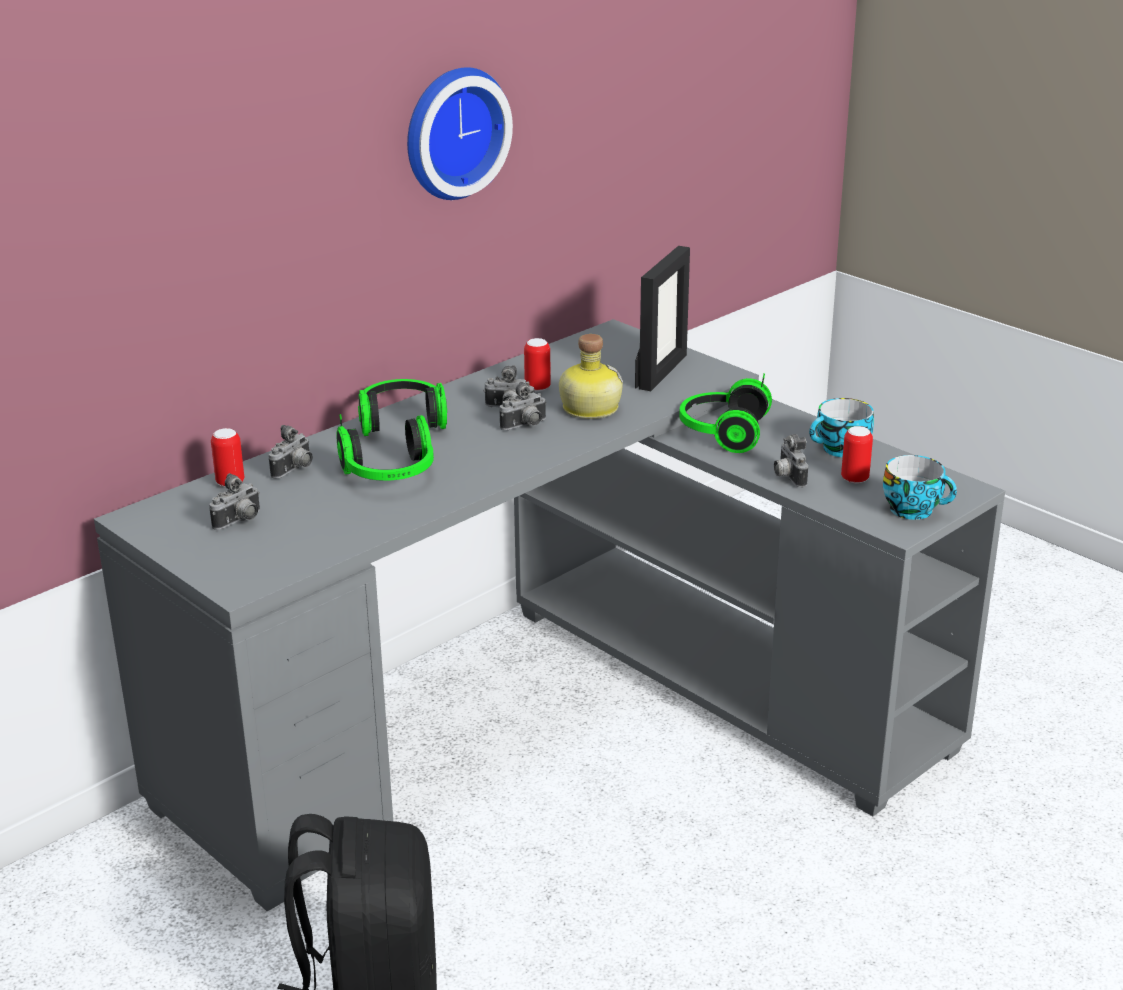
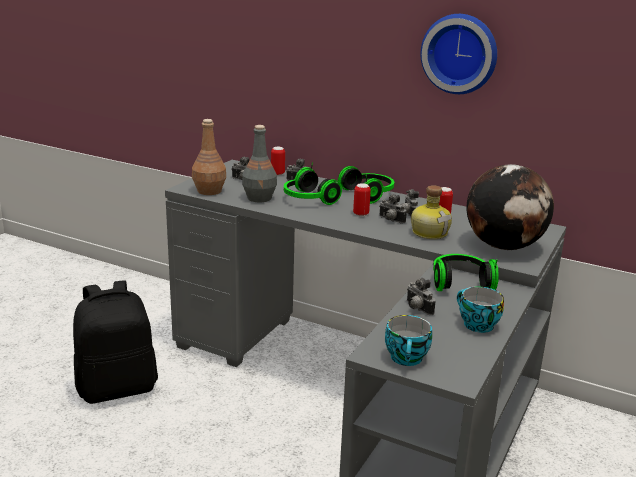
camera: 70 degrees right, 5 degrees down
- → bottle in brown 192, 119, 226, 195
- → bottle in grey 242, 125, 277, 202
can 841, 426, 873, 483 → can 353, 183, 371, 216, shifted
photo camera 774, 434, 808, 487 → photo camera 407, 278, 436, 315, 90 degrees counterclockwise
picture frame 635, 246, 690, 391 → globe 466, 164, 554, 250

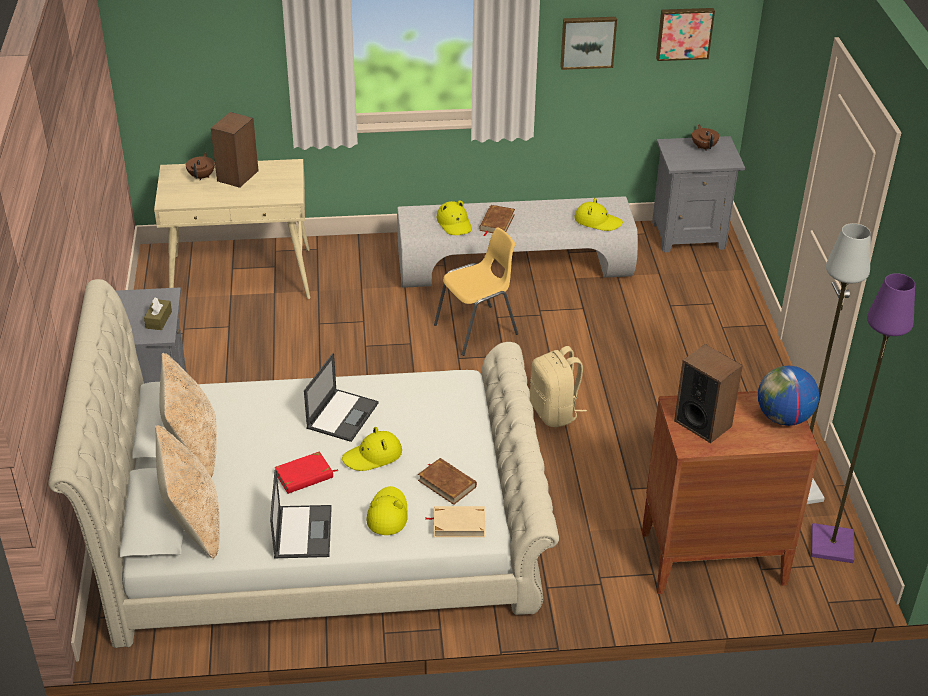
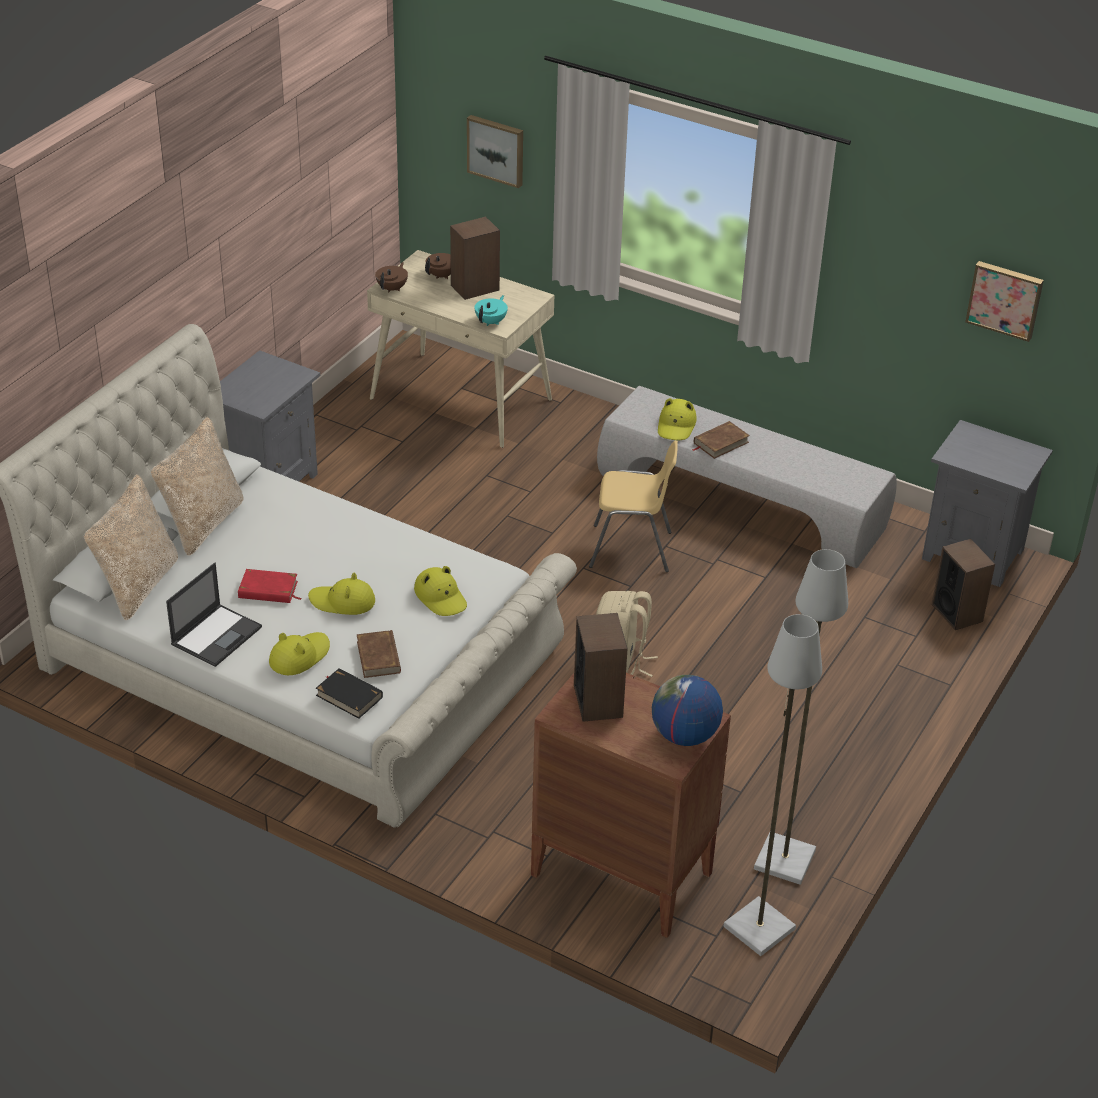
camera: 35 degrees right, 0 degrees up
book in beige 425, 506, 485, 537 → book in black 315, 668, 383, 719
teapot in brown 692, 124, 719, 150 → teapot in brown 375, 262, 408, 293, shifted
hat in yellow 574, 198, 623, 231 → hat in yellow 414, 566, 467, 616, shifted
picture 560, 17, 617, 70 → picture 467, 115, 523, 188, shifted
- → teapot in turquoise 474, 295, 508, 326
floor lamp in purple 811, 273, 915, 563 → floor lamp in grey 724, 614, 822, 956
- → speaker 932, 539, 995, 630
tissue box in brown 144, 297, 172, 330 → -
laptop 304, 353, 378, 442 → -

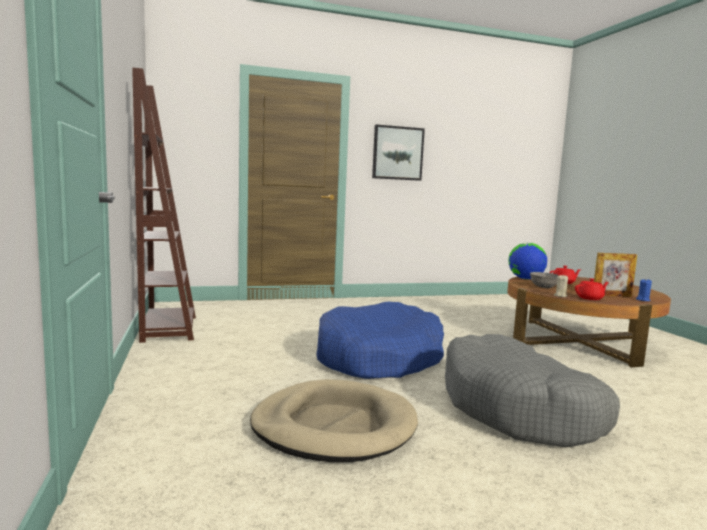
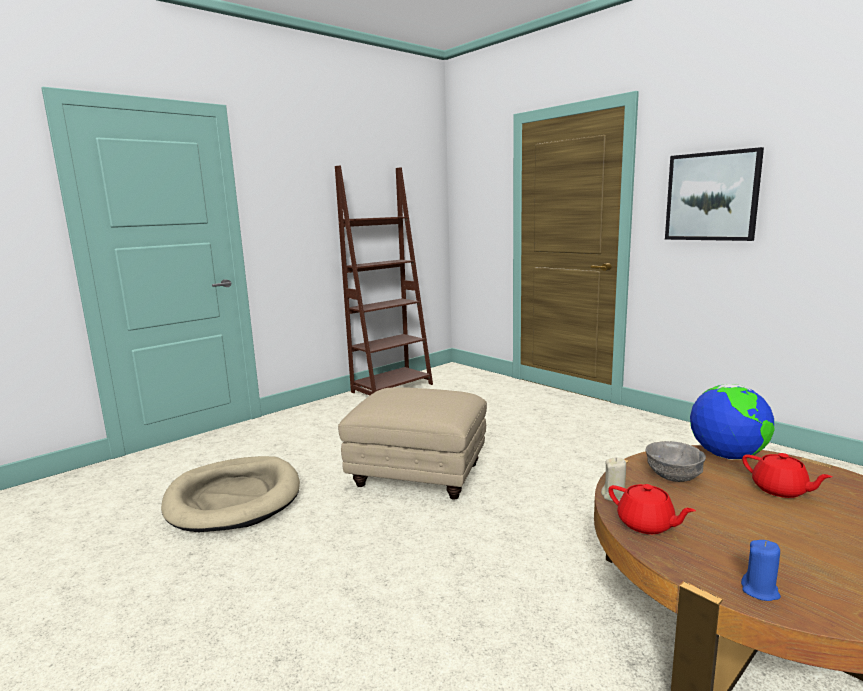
camera: 65 degrees right, 5 degrees up
dog bed in blue 316, 301, 444, 379 → ottoman in beige 338, 387, 487, 500
dog bed in grey 445, 334, 620, 447 → -
picture frame 594, 253, 637, 297 → -

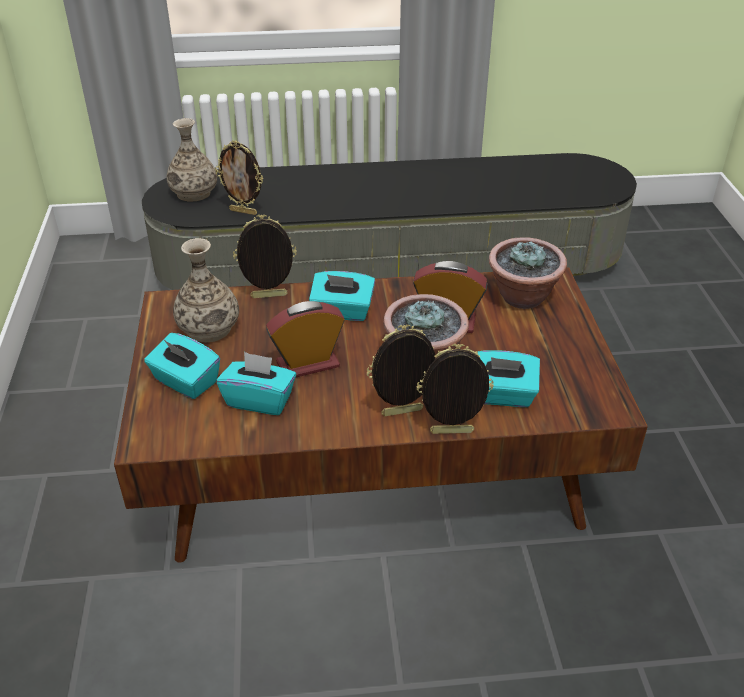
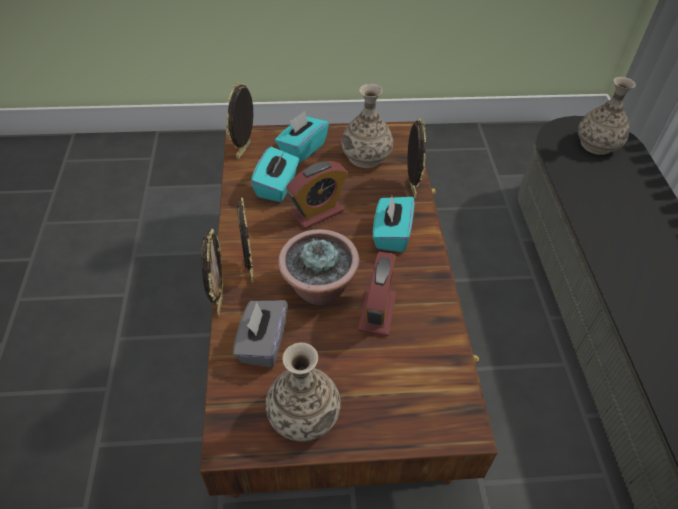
camera: 90 degrees right, 10 degrees up
picture frame 215, 141, 263, 215 → picture frame 226, 83, 253, 159, shifted
tissue box in turquoise 478, 350, 540, 407 → tissue box in grey 233, 300, 288, 368
- → vase 265, 343, 341, 442
alarm clock 266, 301, 345, 378 → alarm clock 286, 161, 348, 229, 75 degrees clockwise
potted plant 489, 237, 567, 309 → -

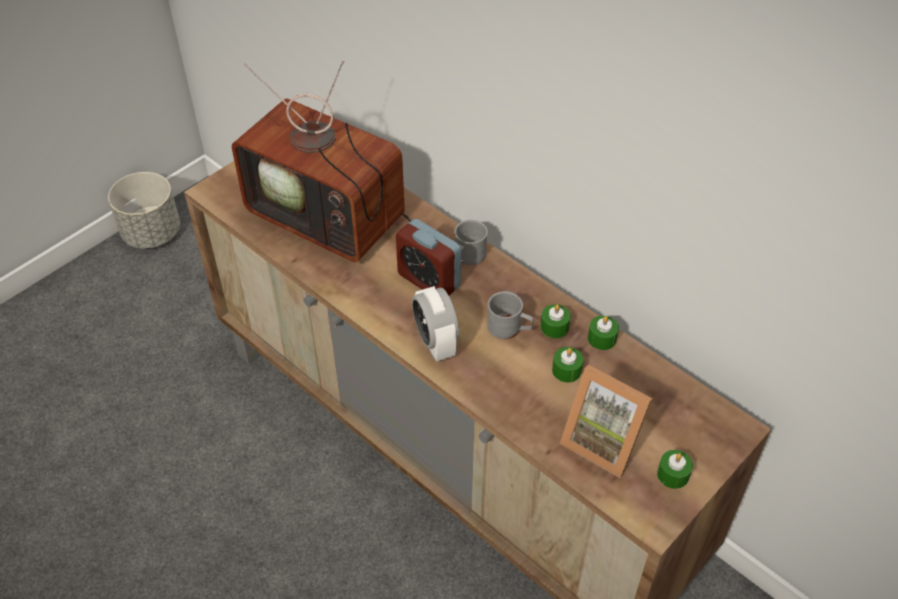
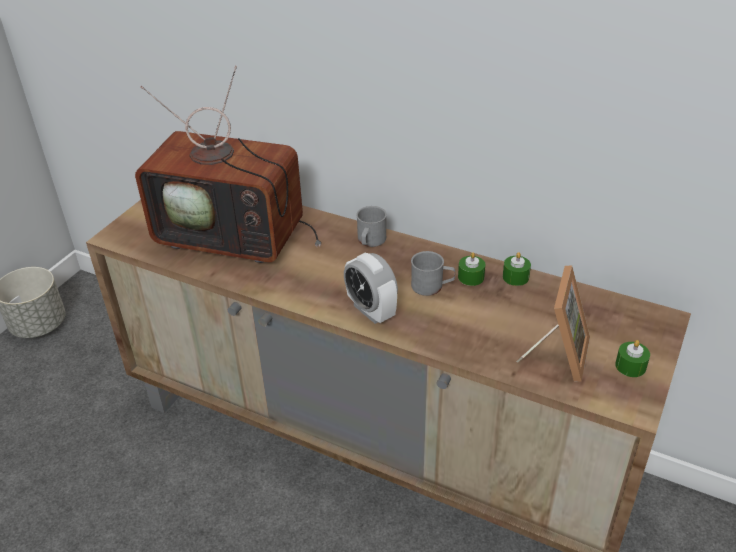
camera: 15 degrees left, 10 degrees down
picture frame 560, 364, 653, 478 → picture frame 516, 265, 590, 382, 90 degrees counterclockwise
alarm clock 396, 219, 461, 295 → -
candle in green 552, 347, 583, 382 → -

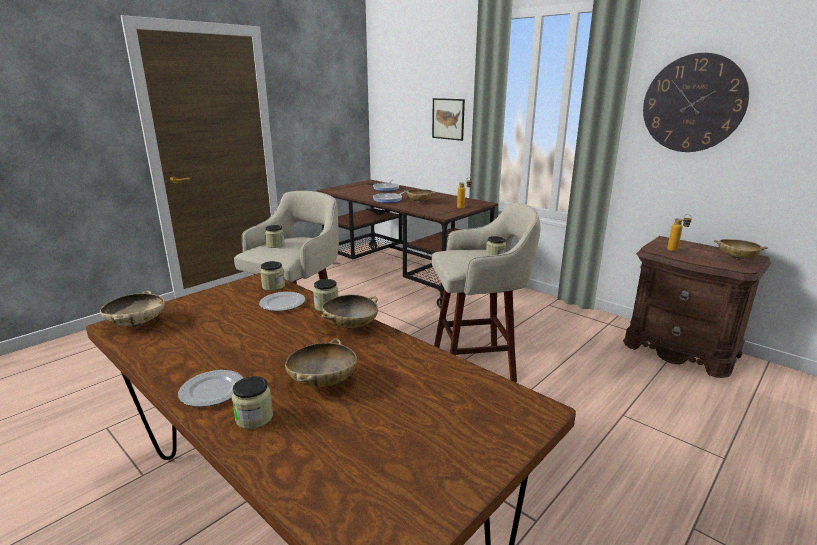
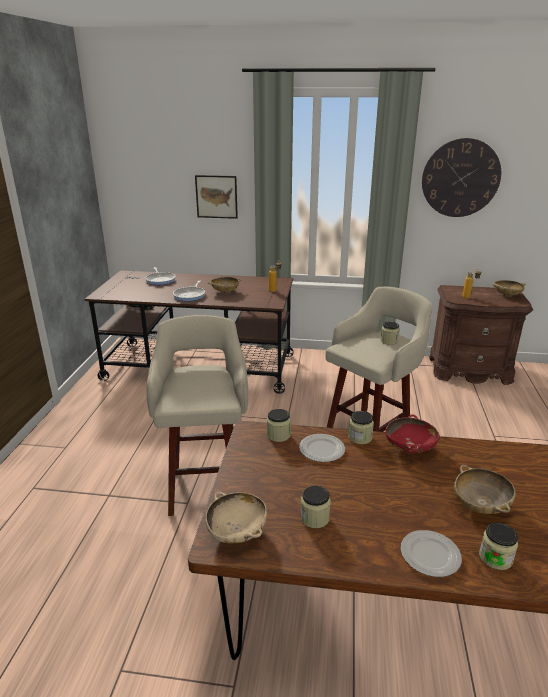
camera: 35 degrees left, 5 degrees up
jar 265, 225, 285, 248 → jar 300, 485, 331, 528, shifted
bowl in beige 321, 295, 378, 329 → bowl in red 385, 414, 440, 453

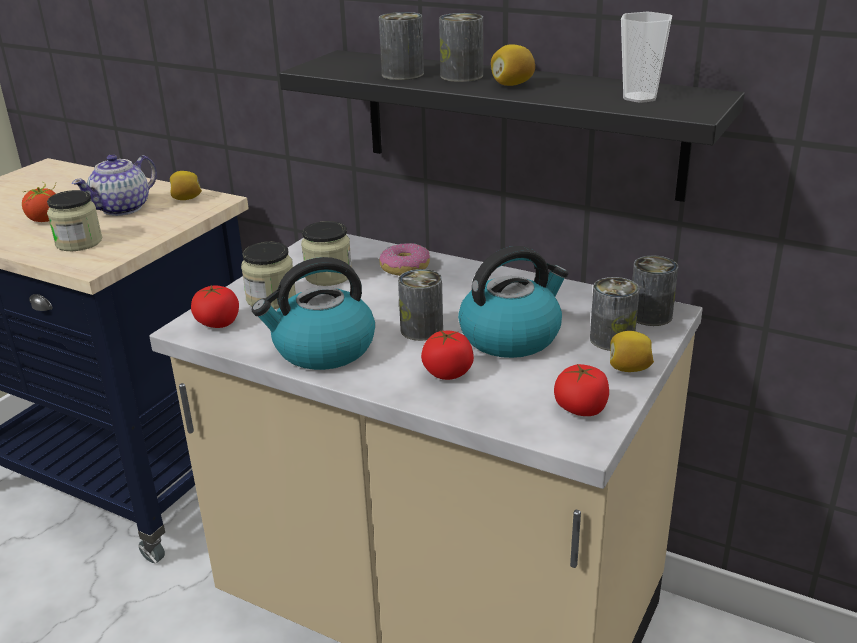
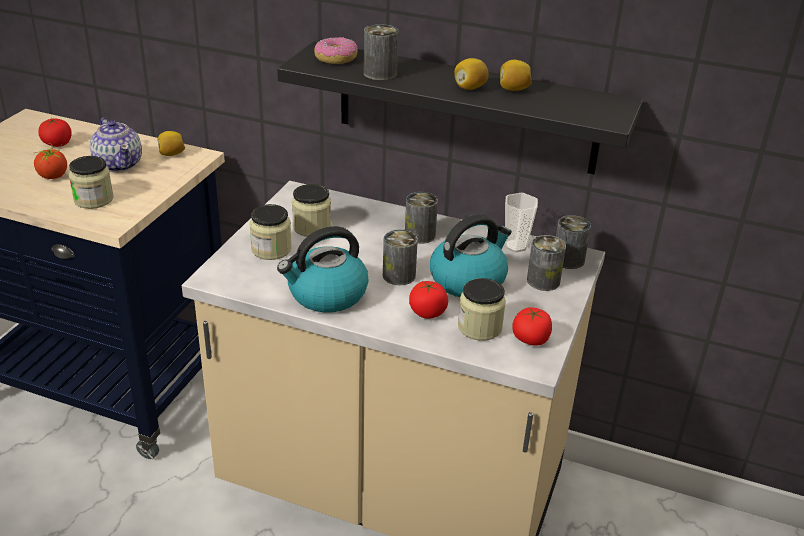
camera: 10 degrees left, 5 degrees up
tomato 191, 285, 239, 328 → tomato 38, 118, 71, 147, shifted
teapot 72, 154, 157, 216 → teapot 90, 118, 142, 172, 60 degrees counterclockwise
donut 379, 243, 430, 276 → donut 314, 37, 358, 64, shifted
can 439, 13, 483, 82 → can 405, 192, 438, 244, shifted
- → jar 458, 278, 506, 341
lemon 610, 331, 654, 372 → lemon 500, 60, 532, 91, shifted
cup 621, 12, 672, 103 → cup 505, 193, 538, 252, shifted

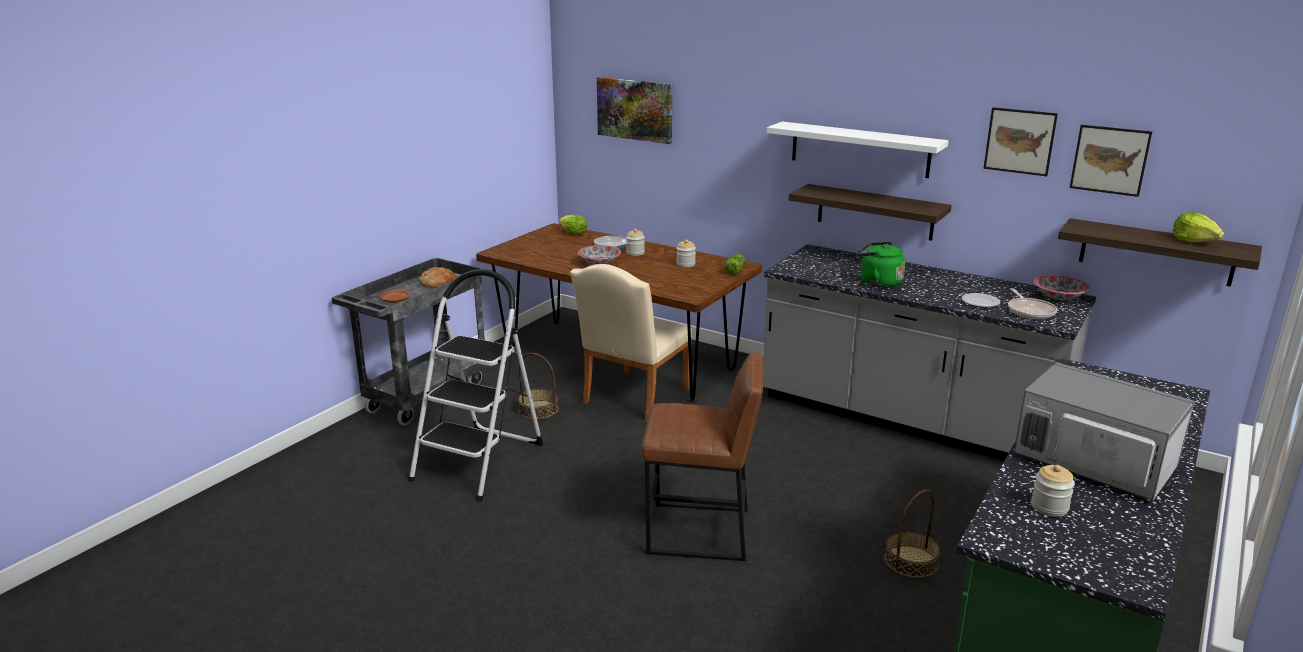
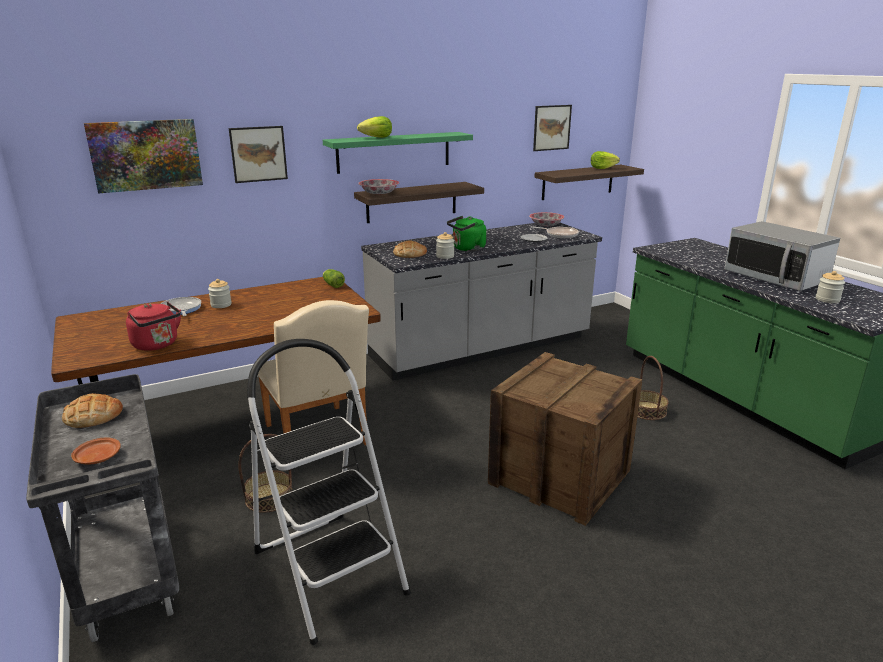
camera: 60 degrees left, 0 degrees up
- → kettle in red 126, 301, 181, 351
picture 984, 107, 1058, 176 → picture 229, 126, 288, 183, shifted
shelf in white 767, 121, 949, 178 → shelf in green 323, 132, 473, 174
lettuce 559, 215, 587, 235 → lettuce 357, 116, 392, 138, shifted
bowl 578, 245, 621, 265 → bowl 358, 179, 399, 194, shifted
- → bread 393, 240, 427, 258
jar 676, 239, 696, 267 → jar 436, 232, 454, 259, shifted
chair in brown 642, 352, 764, 561 → crate 488, 352, 642, 526
microwave 1014, 363, 1194, 501 → microwave 725, 221, 840, 291, 105 degrees counterclockwise

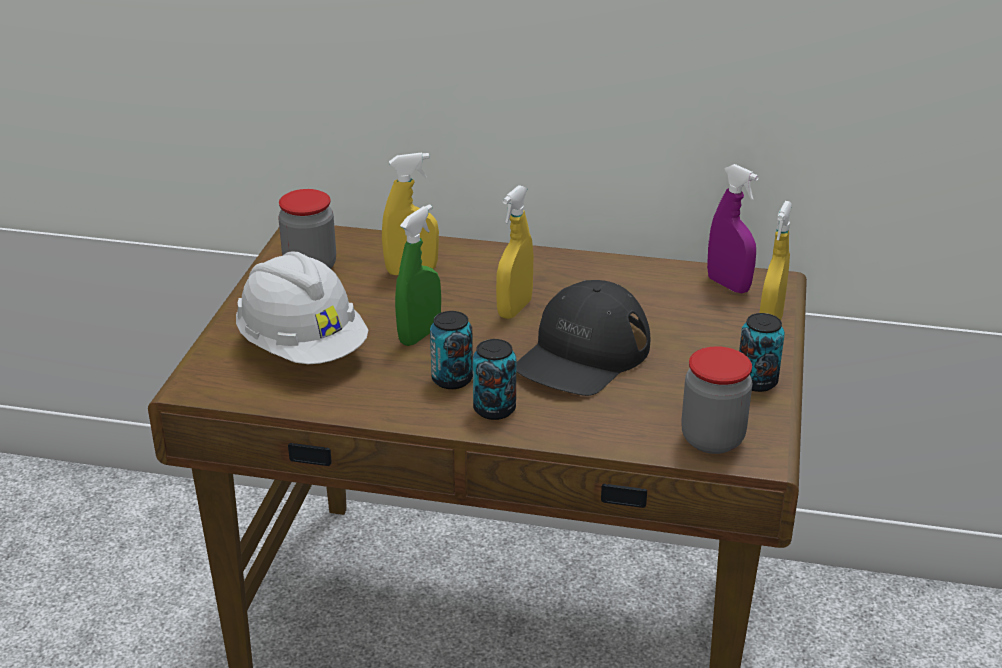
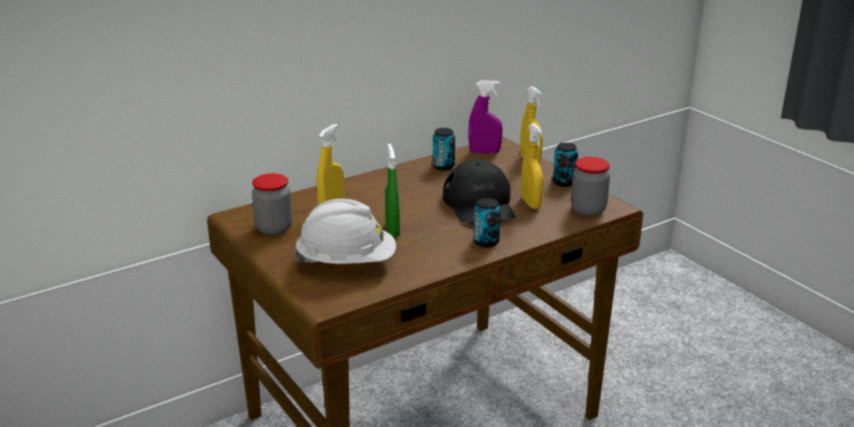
camera: 45 degrees left, 5 degrees down
can 430, 311, 473, 389 → can 433, 128, 455, 170, shifted
spray bottle in yellow 496, 185, 534, 319 → spray bottle in yellow 521, 123, 543, 209, shifted

